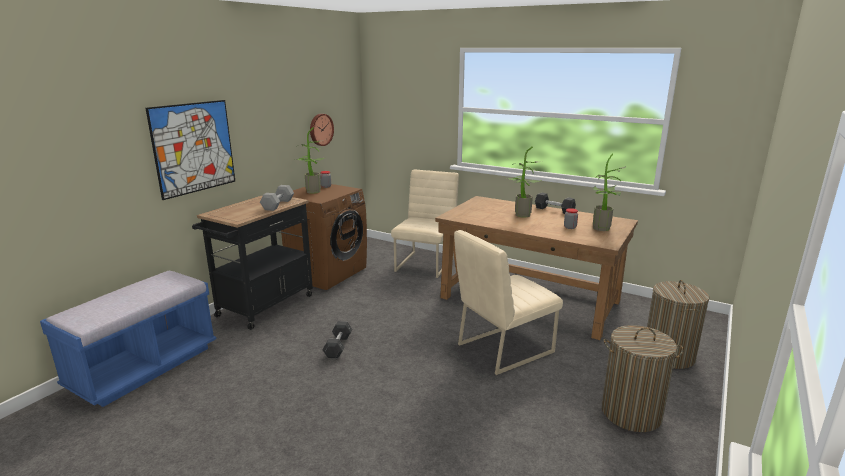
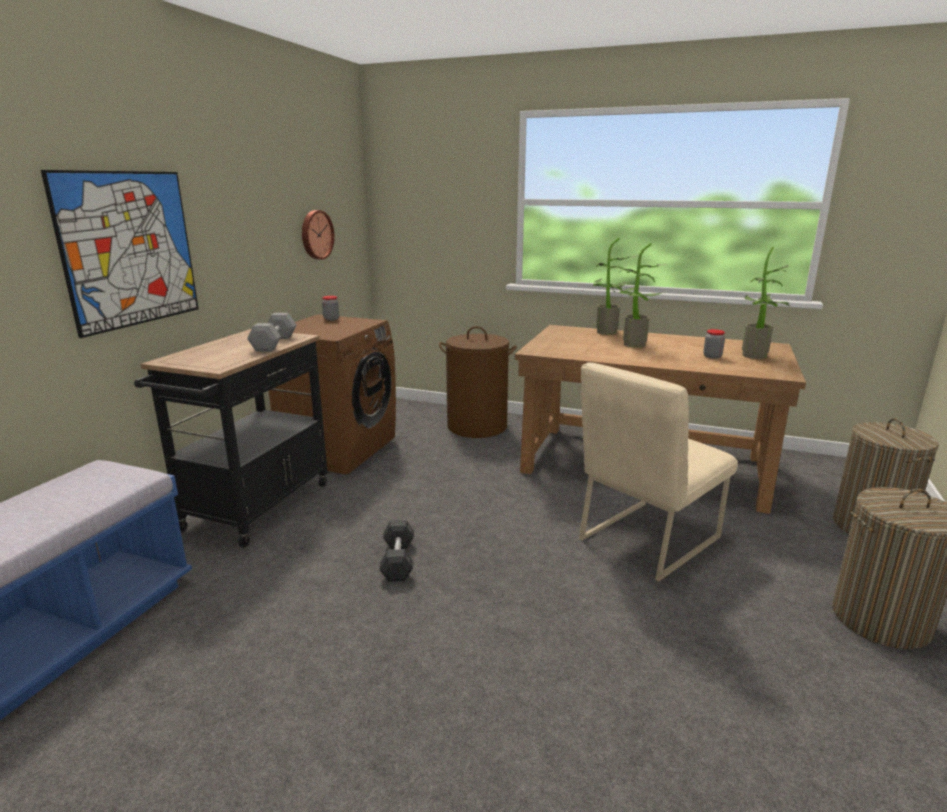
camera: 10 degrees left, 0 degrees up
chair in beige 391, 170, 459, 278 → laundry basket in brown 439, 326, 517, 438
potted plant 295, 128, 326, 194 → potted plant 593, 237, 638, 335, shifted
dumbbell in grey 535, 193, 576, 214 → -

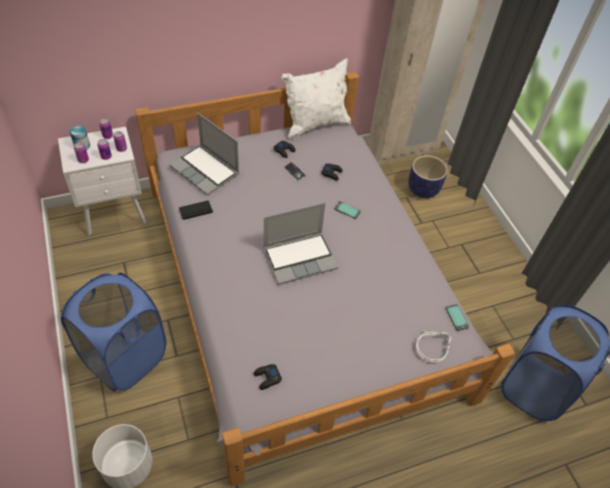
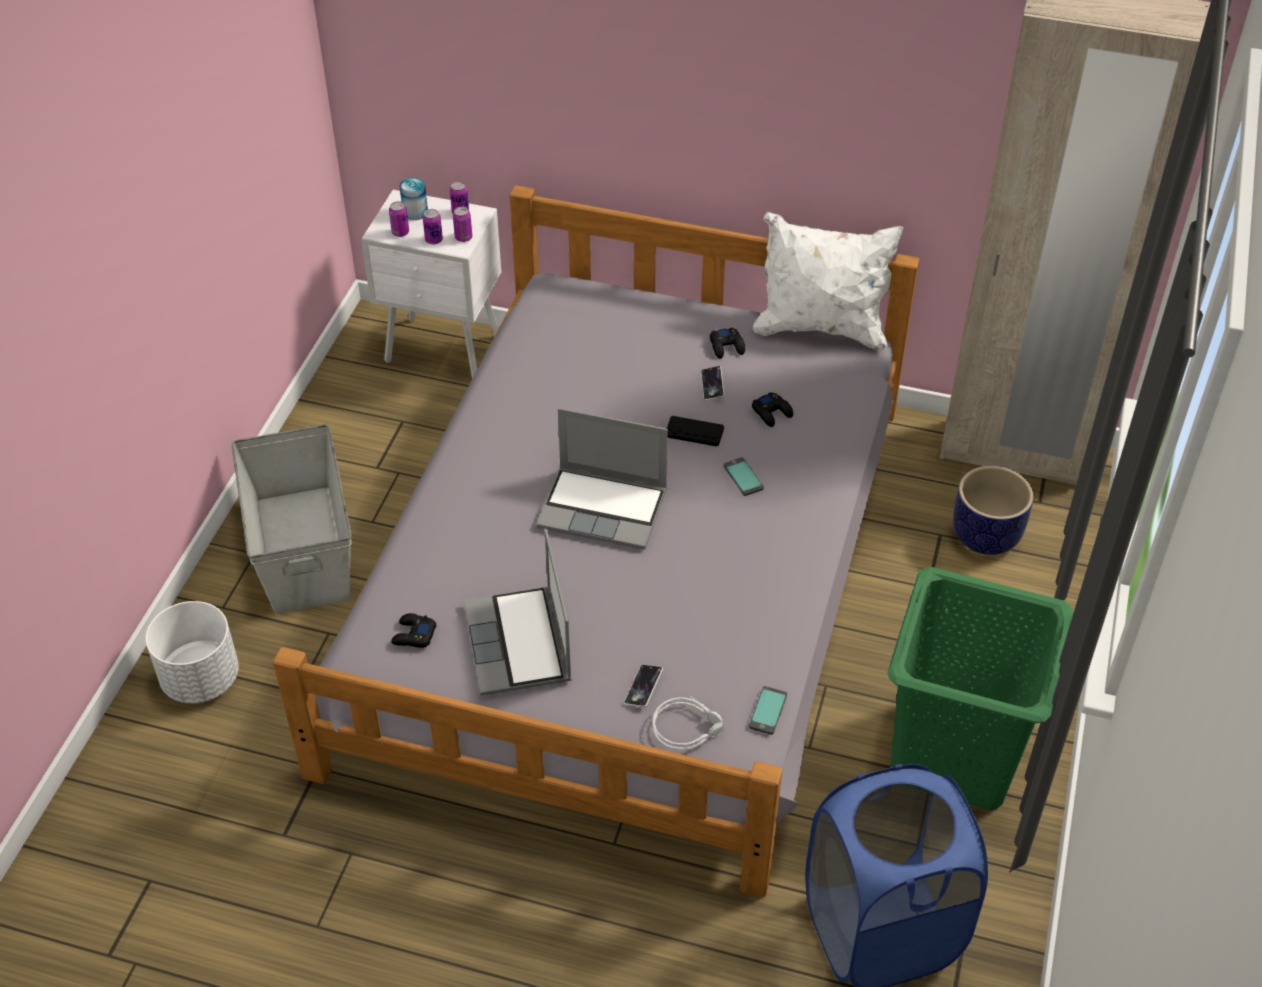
camera: 40 degrees right, 5 degrees down
laundry basket in blue 61, 272, 167, 392 → storage box in grey 232, 424, 352, 614
laptop 169, 113, 239, 196 → laptop 464, 529, 572, 696, shifted
- → phone 624, 665, 663, 707
game controller in black 179, 201, 213, 220 → game controller in black 667, 416, 724, 446, shifted
- → laundry basket in green 888, 567, 1074, 810

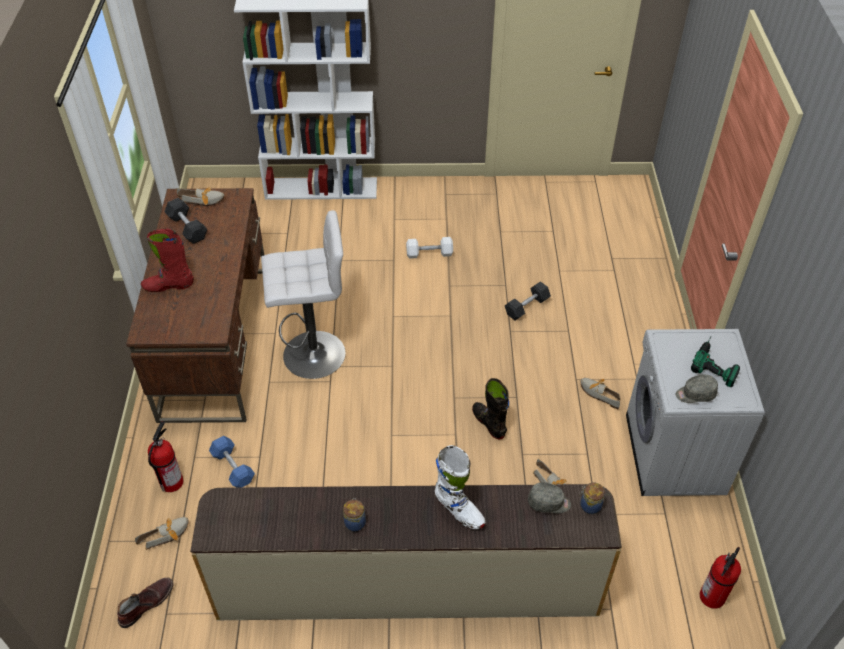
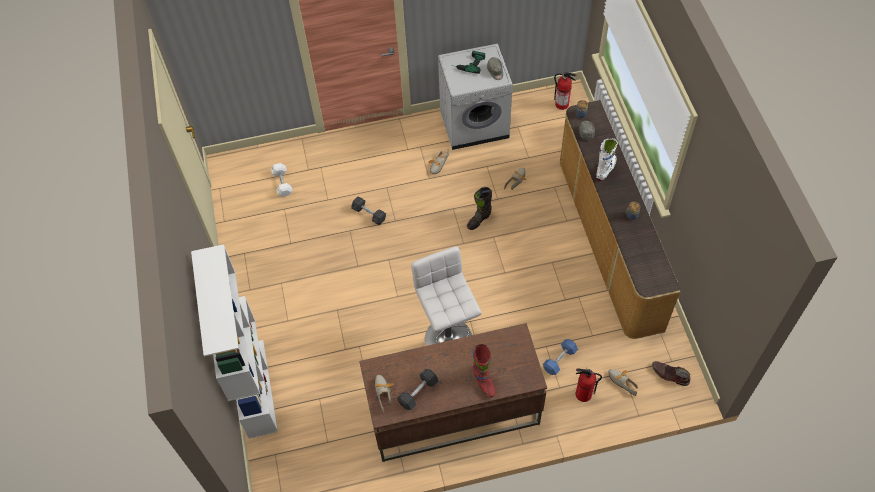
camera: 100 degrees left, 10 degrees up
dumbbell in white 406, 237, 453, 259 → dumbbell in white 271, 163, 292, 197, shifted

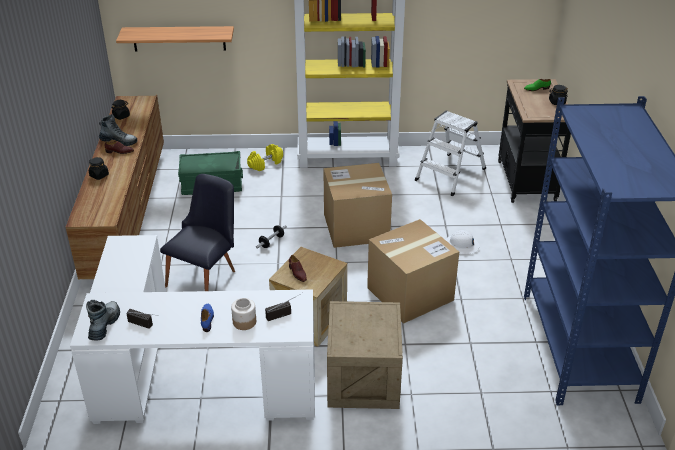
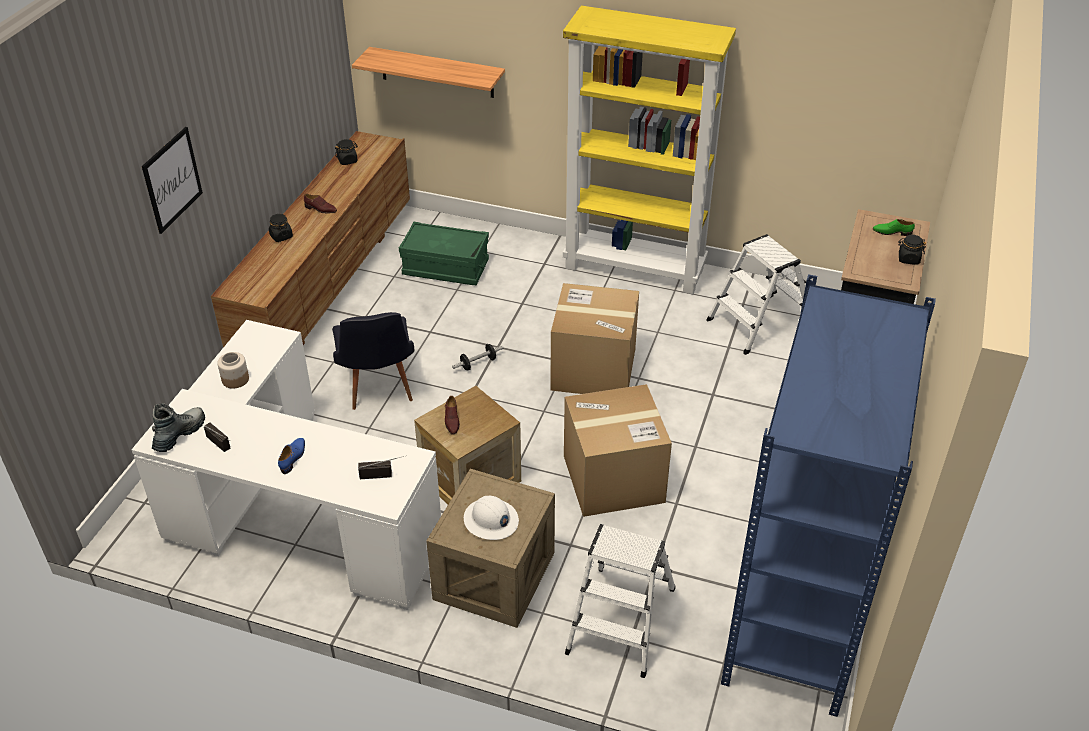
camera: 20 degrees right, 5 degrees up
- → picture 142, 127, 203, 234
jar 231, 298, 256, 330 → jar 217, 352, 249, 389, shifted
chair in black 160, 174, 235, 291 → chair in black 332, 312, 414, 410, 120 degrees clockwise
hard hat in white 445, 230, 479, 254 → hard hat in white 464, 496, 519, 540, shifted
- → step ladder in white 565, 524, 676, 678
boot 99, 114, 137, 146 → -
dumbbell in yellow 247, 144, 283, 171 → -

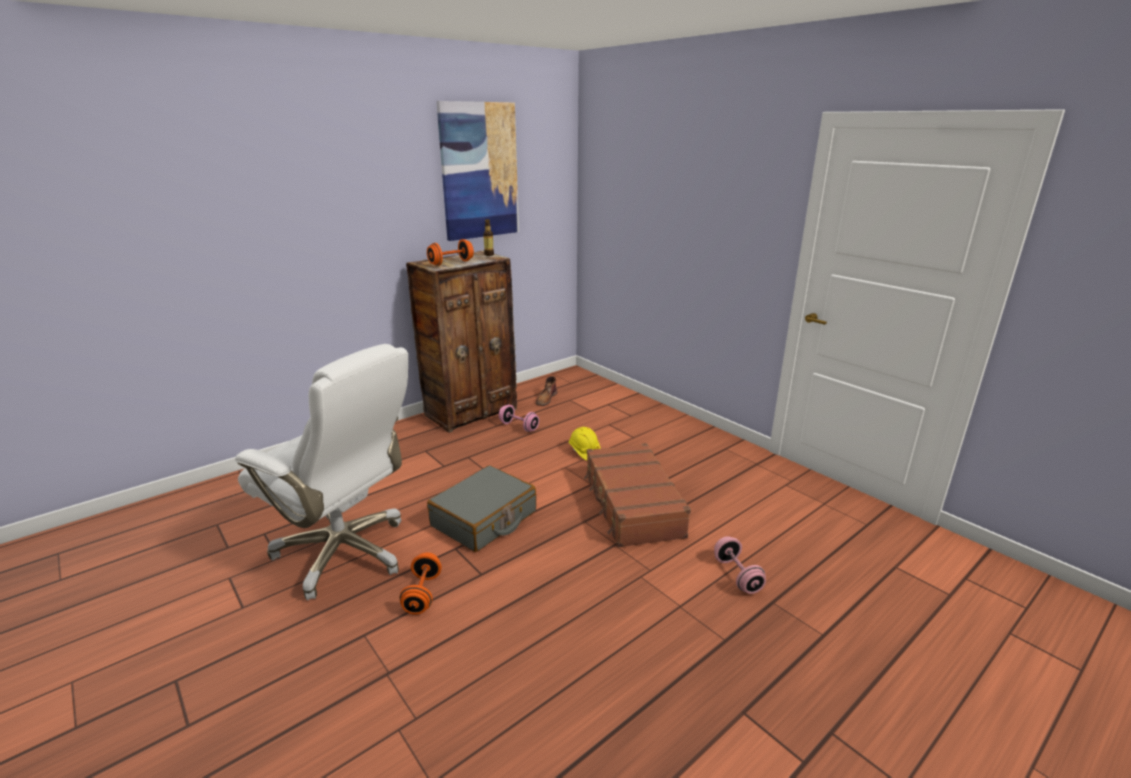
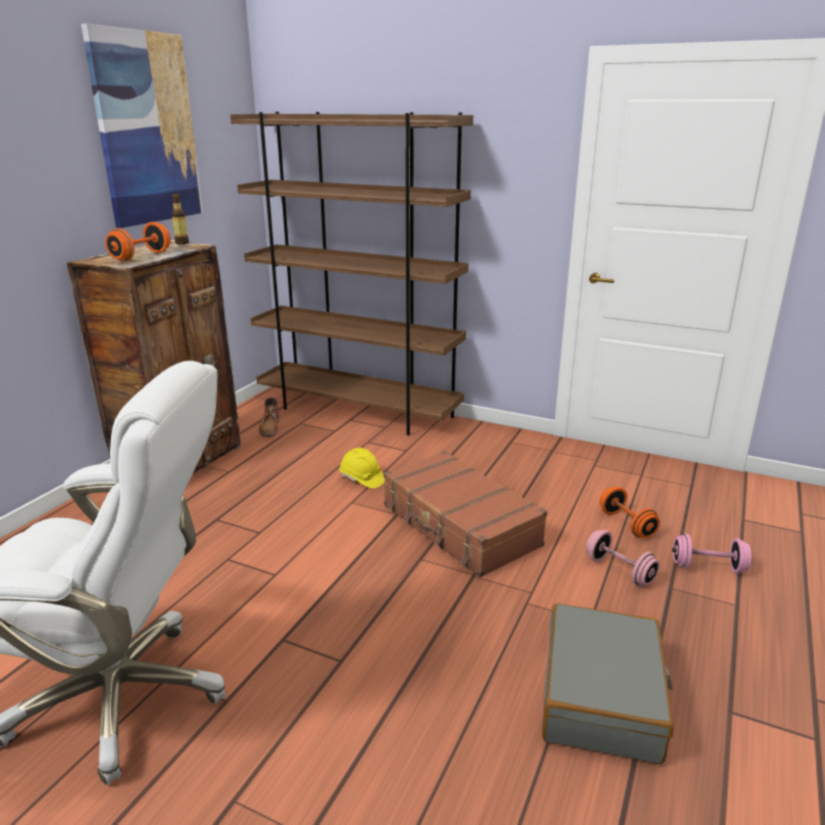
camera: 25 degrees left, 0 degrees up
- → bookcase in brown 230, 112, 473, 436
suitcase in grey 427, 465, 536, 552 → suitcase in grey 542, 603, 674, 764, shifted
dumbbell in orange 399, 552, 442, 615 → dumbbell in orange 600, 487, 660, 538, shifted
dumbbell in pink 499, 405, 539, 432 → dumbbell in pink 672, 534, 751, 573, shifted

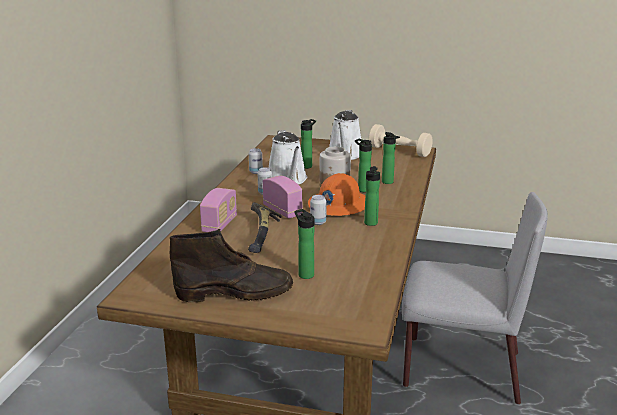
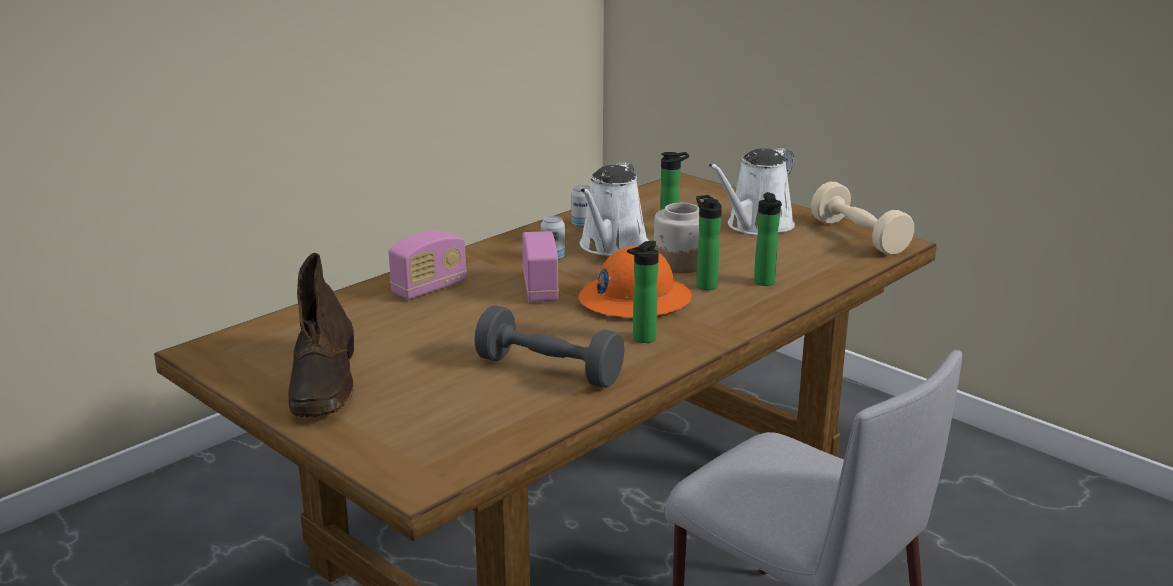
camera: 30 degrees right, 0 degrees up
boot in brown 170, 229, 293, 302 → boot in brown 289, 253, 354, 418, 60 degrees clockwise
- → dumbbell in grey 474, 305, 624, 388
hammer 248, 202, 282, 253 → -
bottle 294, 209, 314, 279 → -
can 310, 195, 327, 225 → -

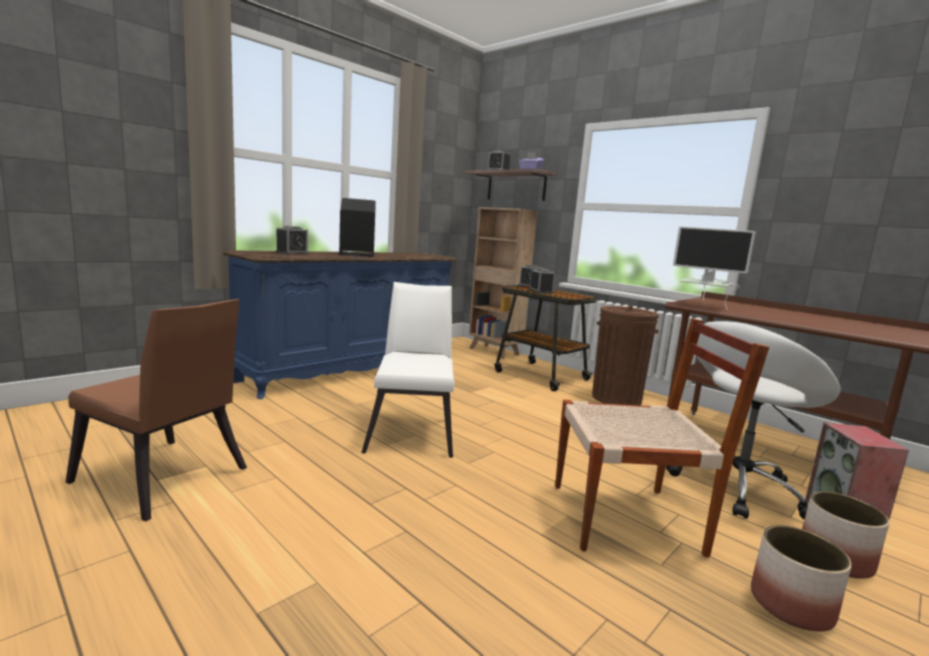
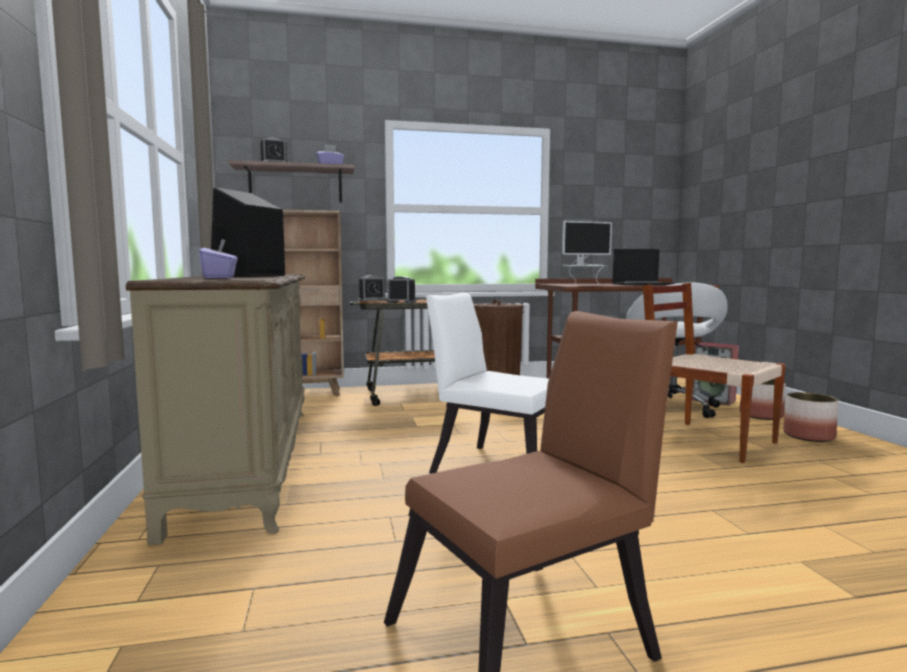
camera: 55 degrees left, 5 degrees down
cabinet in blue 223, 250, 457, 399 → cabinet in beige 126, 274, 305, 546
alarm clock 275, 226, 309, 255 → tissue box in purple 199, 239, 237, 278
- → laptop 613, 249, 675, 285
chair 555, 318, 769, 558 → chair 643, 283, 786, 463, 75 degrees counterclockwise

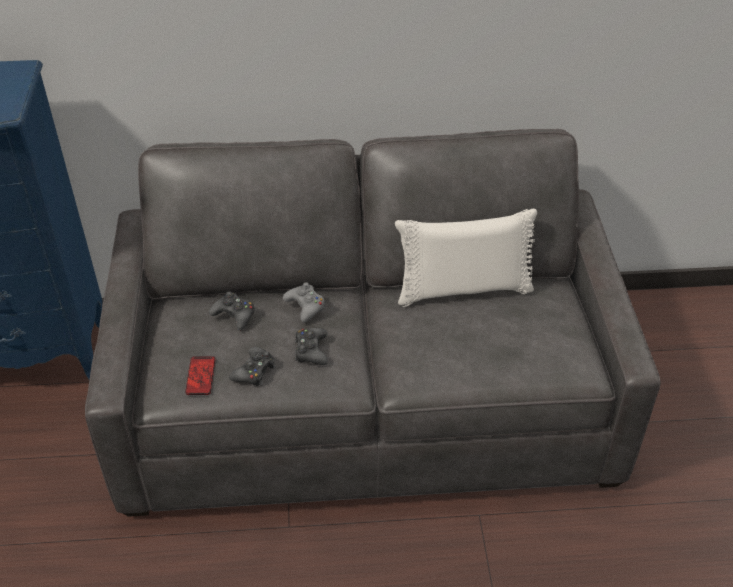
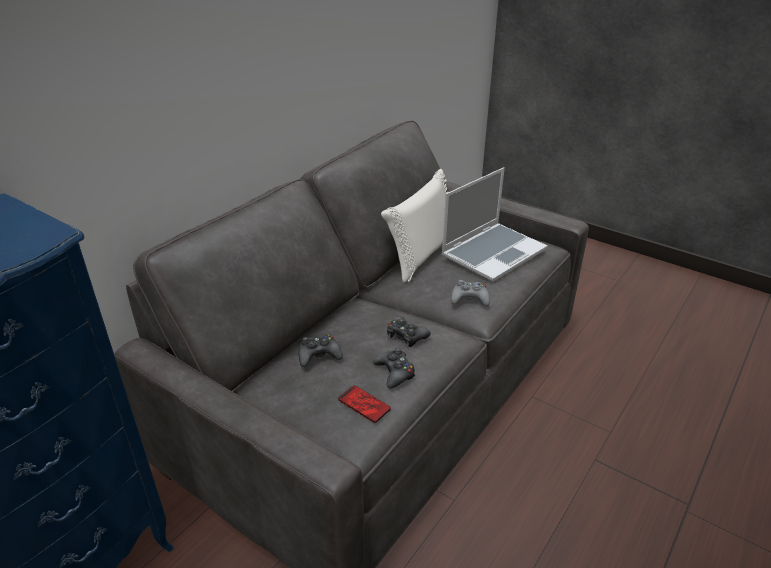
camera: 50 degrees left, 10 degrees down
- → laptop 441, 167, 548, 282
game controller in grey 283, 282, 325, 322 → game controller in grey 451, 280, 490, 306, shifted

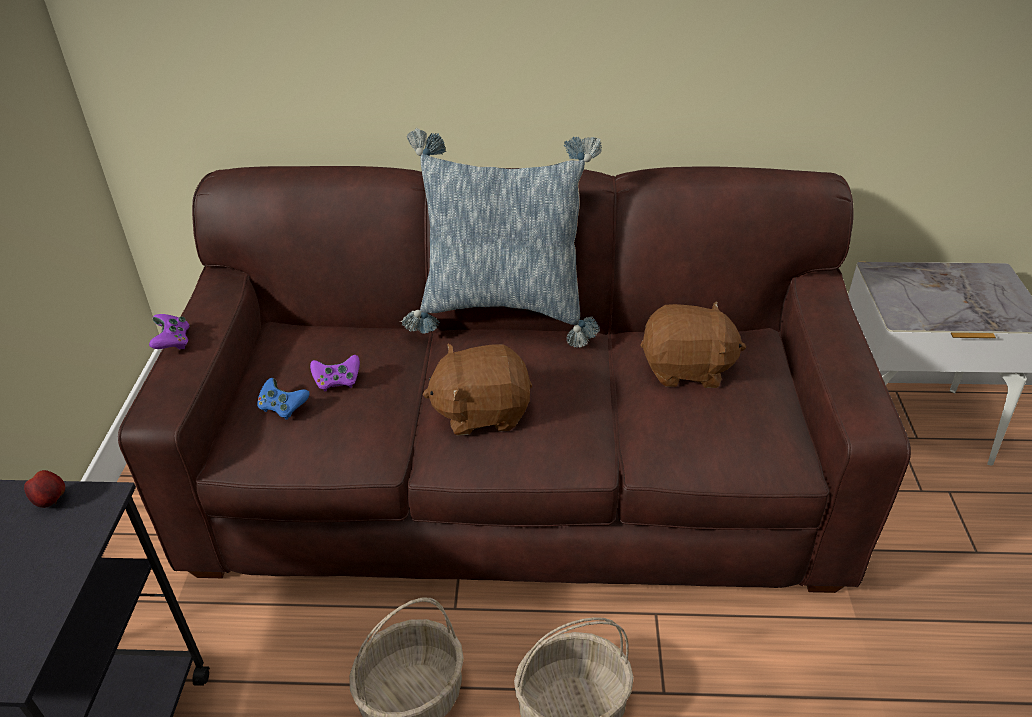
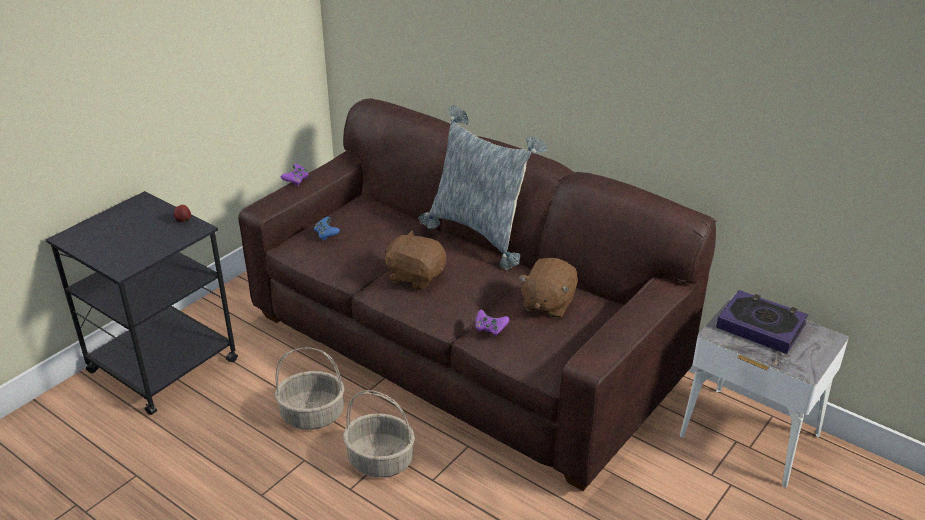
camera: 35 degrees right, 5 degrees down
game controller in purple 310, 355, 360, 392 → game controller in purple 475, 309, 510, 336, shifted
plush toy in brown 640, 301, 746, 388 → plush toy in brown 519, 258, 578, 319, 75 degrees clockwise
- → book 716, 290, 808, 354

